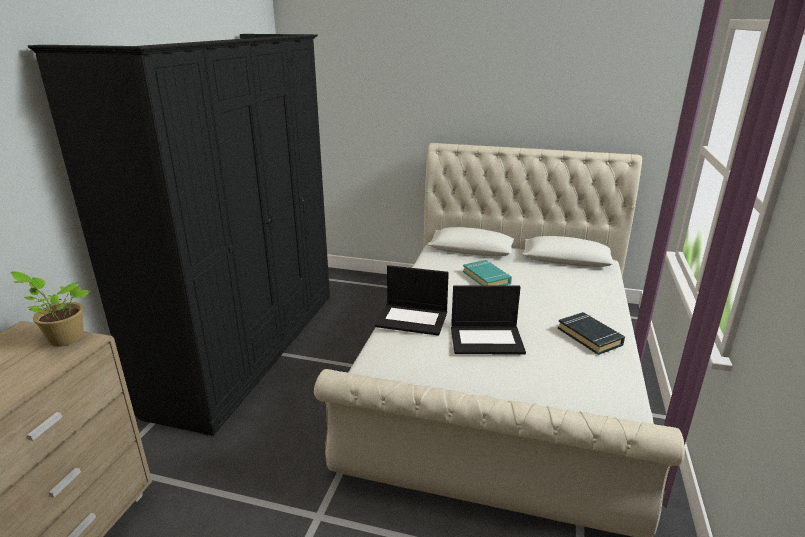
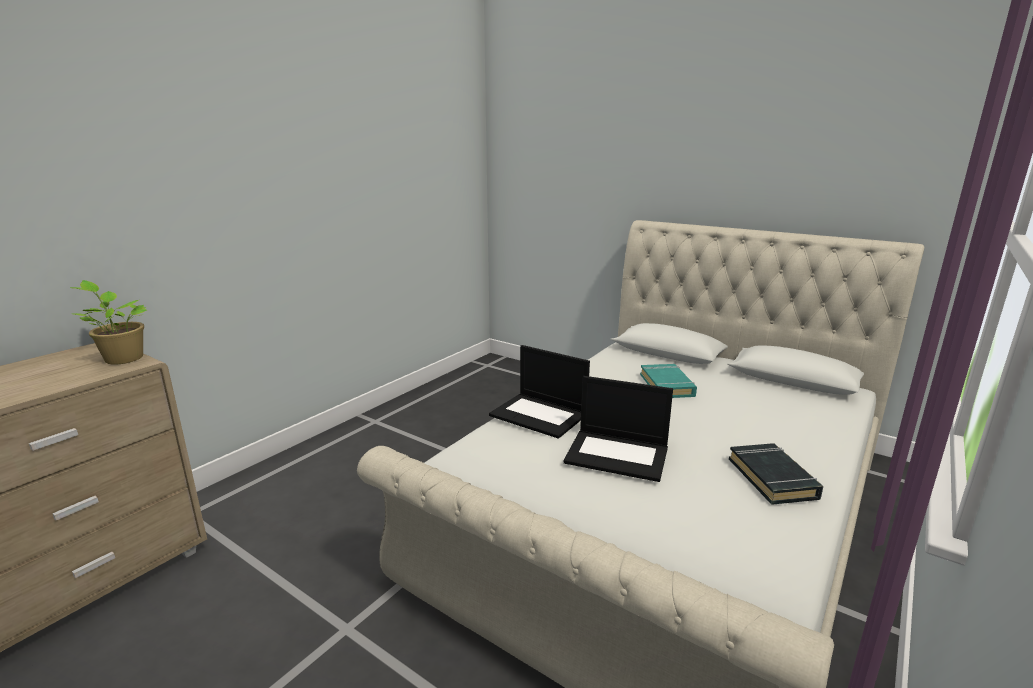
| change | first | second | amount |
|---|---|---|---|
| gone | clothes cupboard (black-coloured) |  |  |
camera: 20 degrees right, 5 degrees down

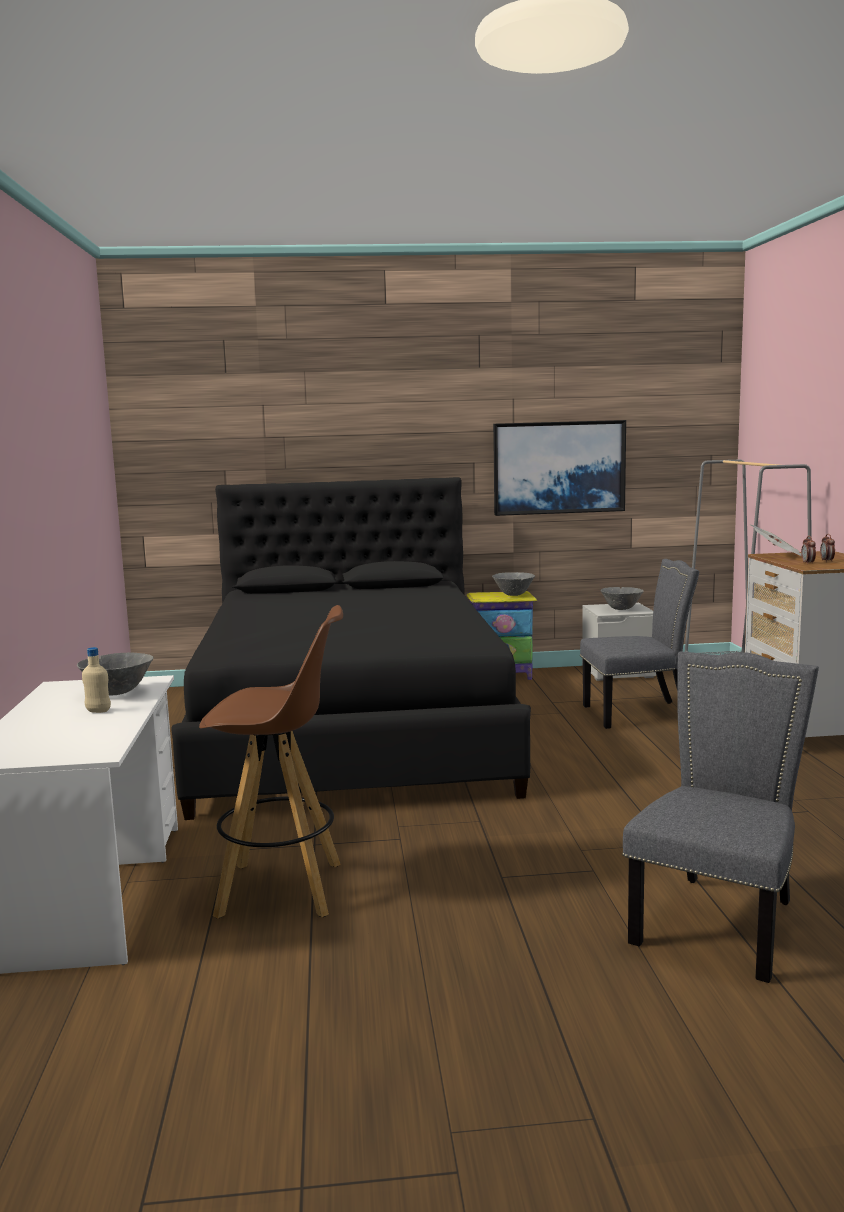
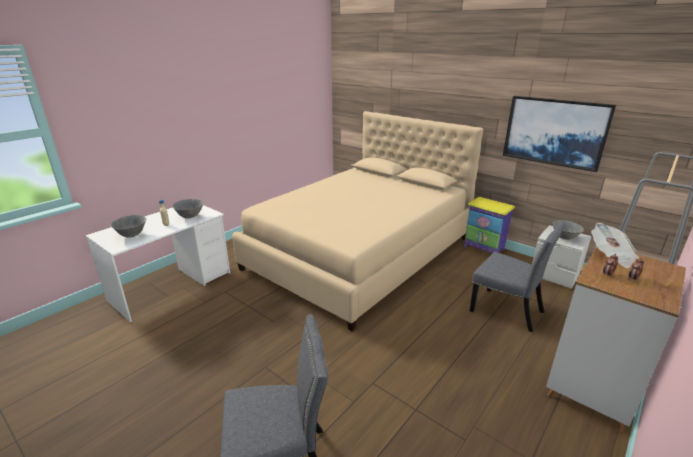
| change | first | second | amount |
|---|---|---|---|
| repainted | bedroom bed (black-coloured) | bedroom bed (beige) |  |
| gone | stool (brown-coloured) |  |  |
| shifted | deep dish (grey) (no. 2 from left in the first image) | deep dish (grey) (no. 1 from left) |  |
camera: 45 degrees right, 15 degrees up

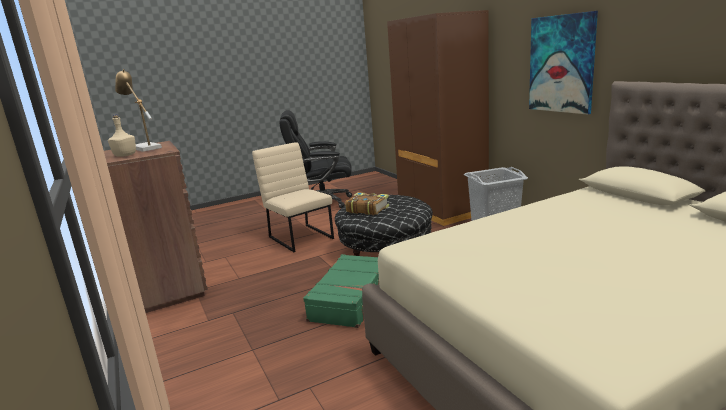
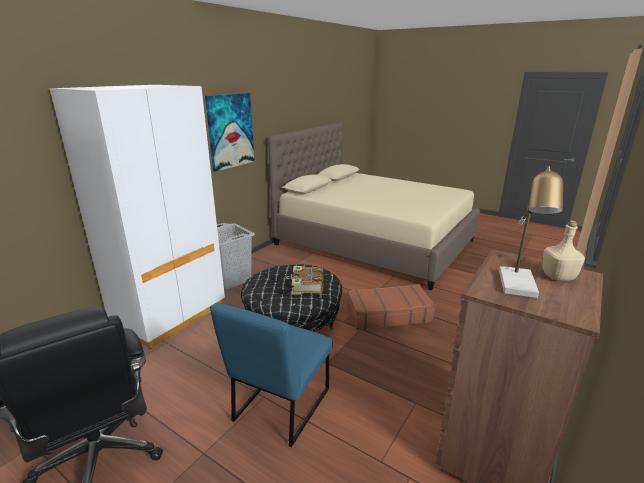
| change | first | second | amount |
|---|---|---|---|
| repainted | chair (beige) | chair (bluish) |  |
| repainted | travel case (green-coloured) | travel case (brown-coloured) |  |
| repainted | clothes cupboard (brown-coloured) | clothes cupboard (white-coloured) |  |
camera: 120 degrees left, 5 degrees up

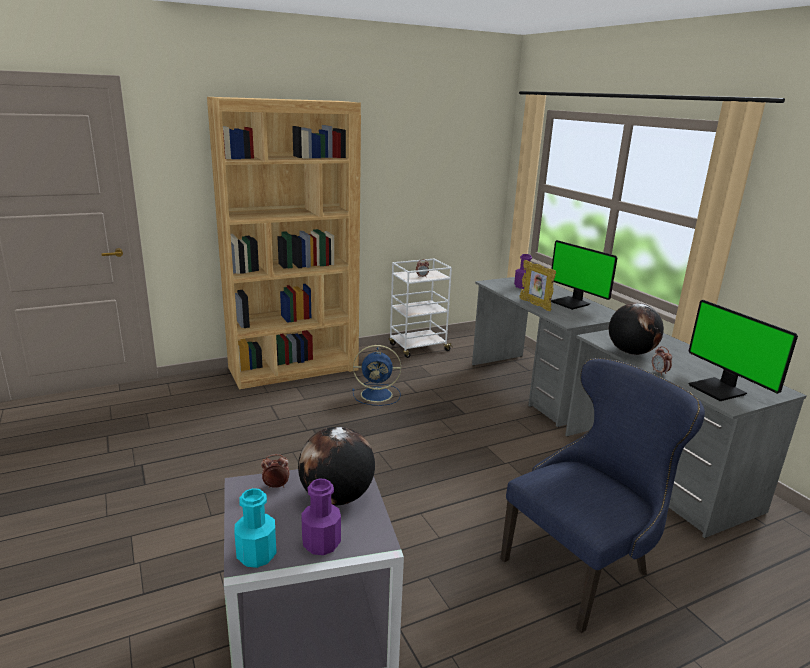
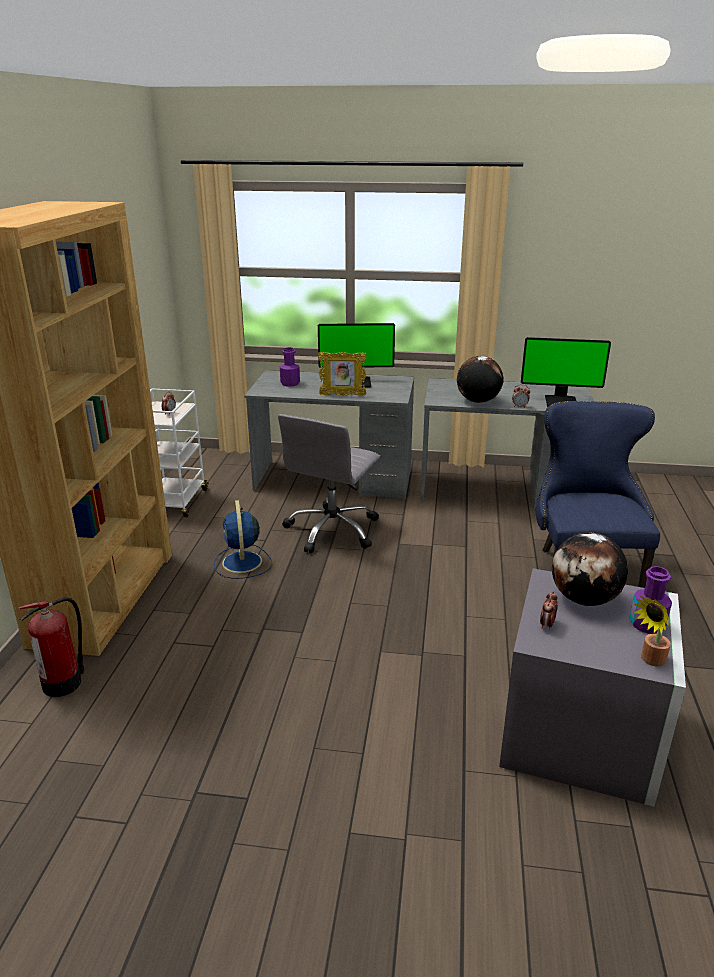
| change | first | second | amount |
|---|---|---|---|
| swapped | drink bottle (turquoise-coloured) | plant in a pot |  |
| rotated | cooling fan (bluish) |  | 135 degrees clockwise |
| new |  | fire-fighting cylinder |  |
| new |  | computer chair (grey) |  |
camera: 55 degrees left, 5 degrees up

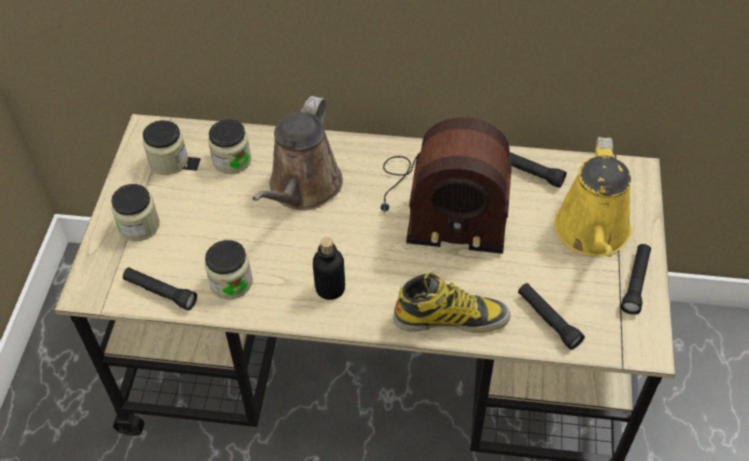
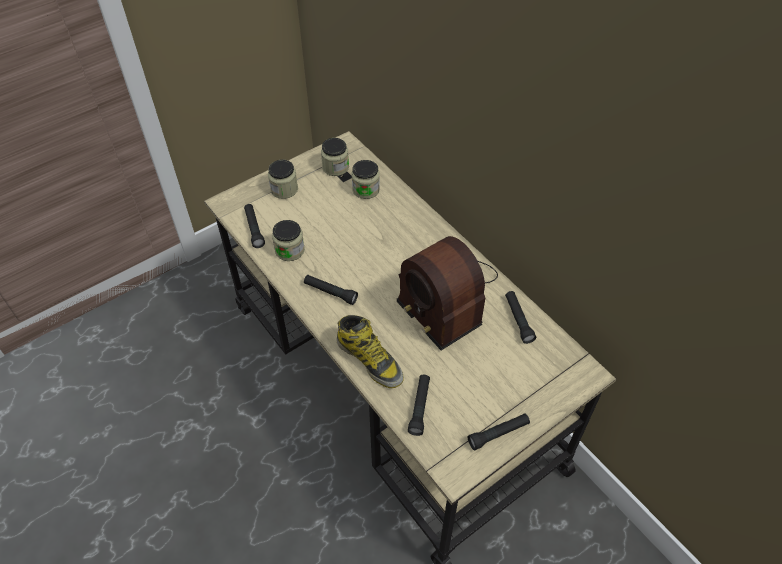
| change | first | second | amount |
|---|---|---|---|
| gone | sprinkling can (brown-coloured) |  |  |
| swapped | drink bottle | torch (black-coloured) (no. 2 from left) |  |
| gone | sprinkling can (yellow) |  |  |
camera: 45 degrees right, 0 degrees up

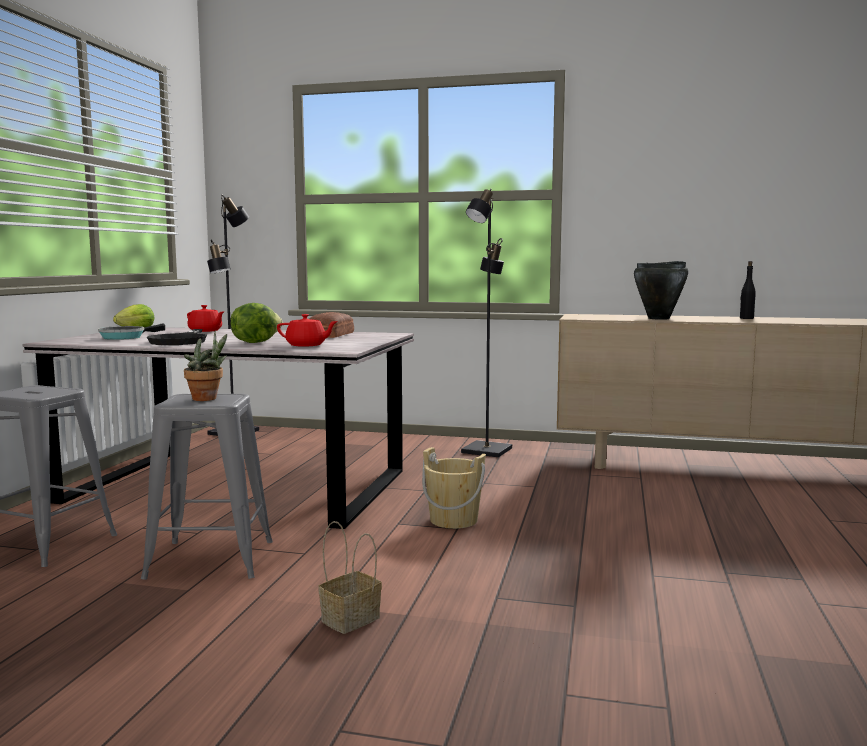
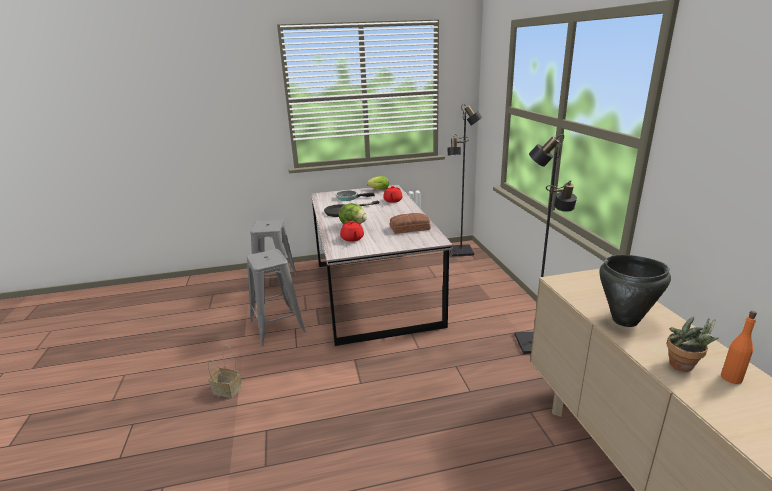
| change | first | second | amount |
|---|---|---|---|
| shifted | plant in a pot |  |  |
| gone | bucket (beige) |  |  |
| repainted | drink bottle (black-coloured) | drink bottle (orange) |  |
camera: 65 degrees right, 15 degrees up

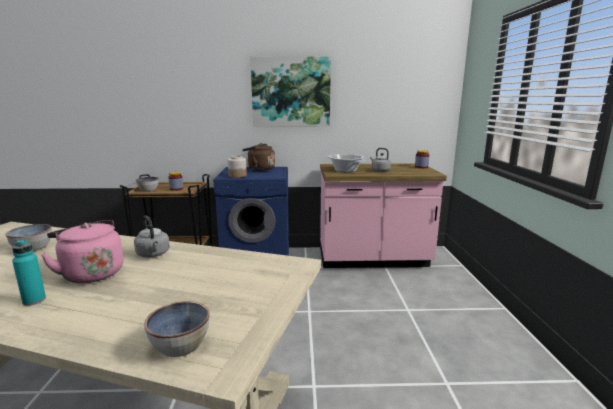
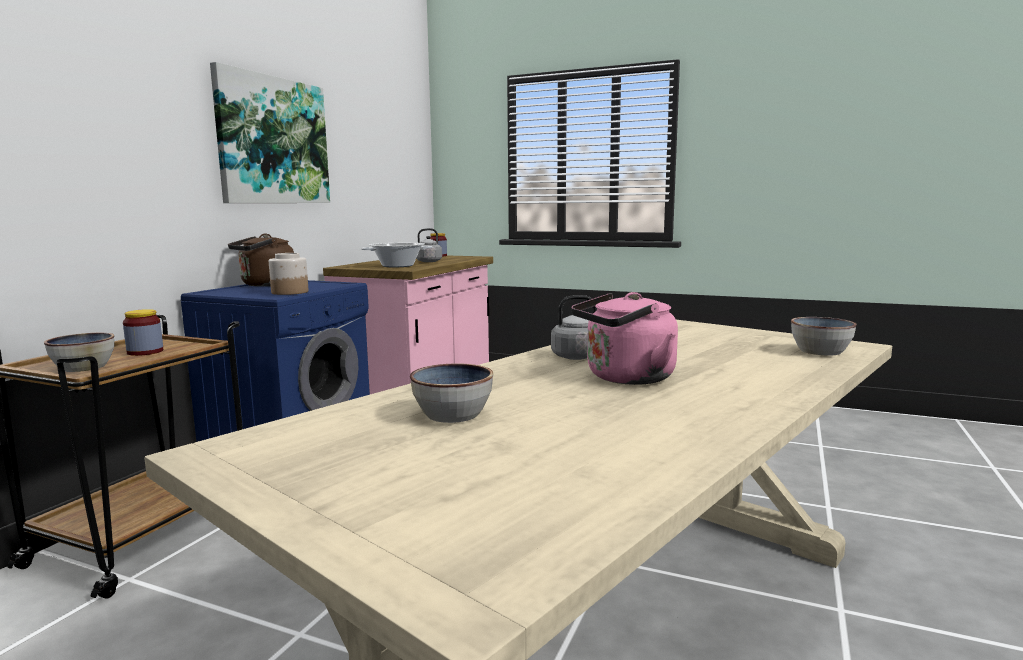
| change | first | second | amount |
|---|---|---|---|
| gone | drink bottle (turquoise-coloured) |  |  |
camera: 65 degrees left, 5 degrees down

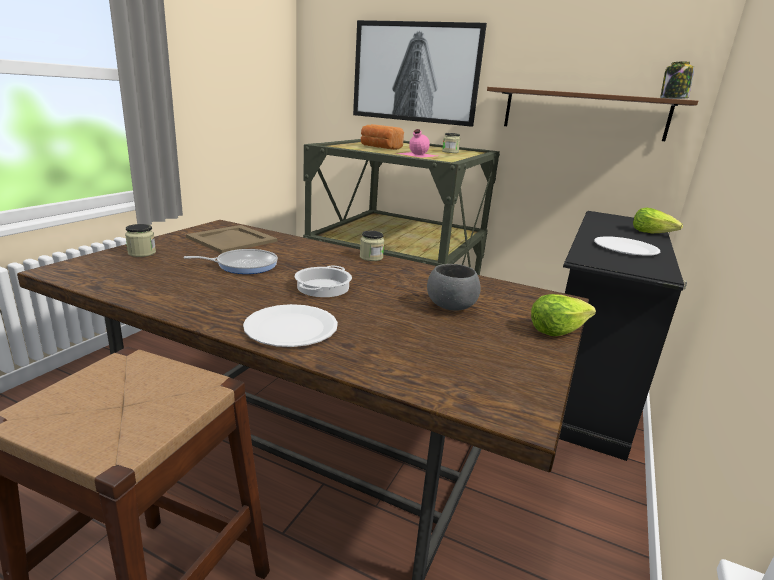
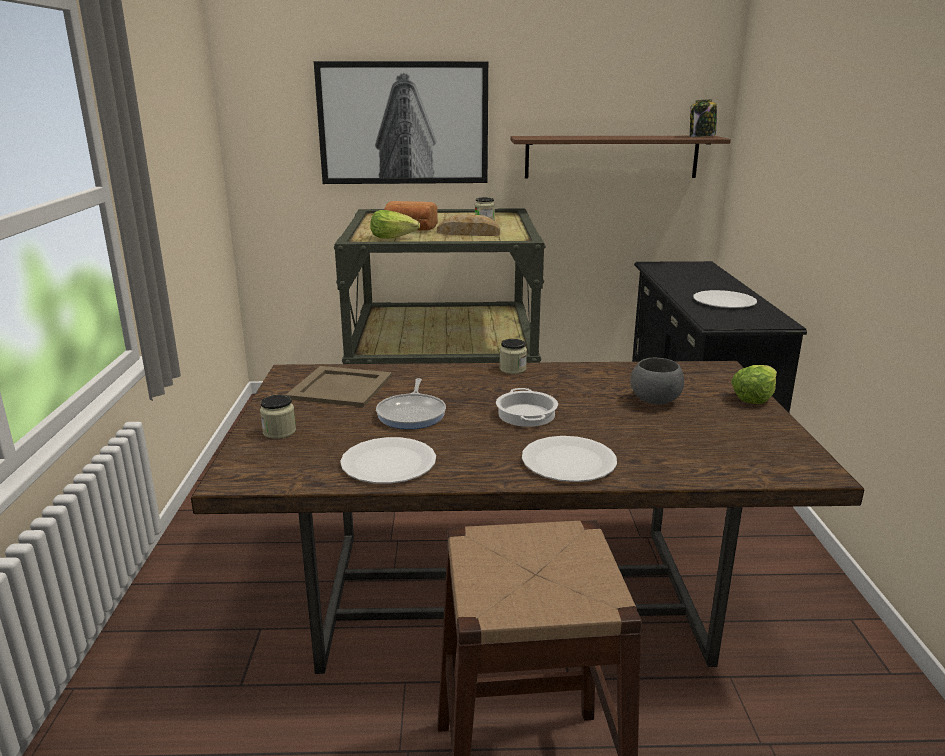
| change | first | second | amount |
|---|---|---|---|
| rotated | skillet |  | 135 degrees clockwise |
| swapped | drink bottle (pink) | baked bread (no. 2 from left) |  |
| shifted | lettuce (no. 2 from left in the first image) | lettuce (no. 1 from left) |  |
| new |  | plate (white-coloured) (no. 1 from left) |  |
camera: 25 degrees left, 0 degrees up

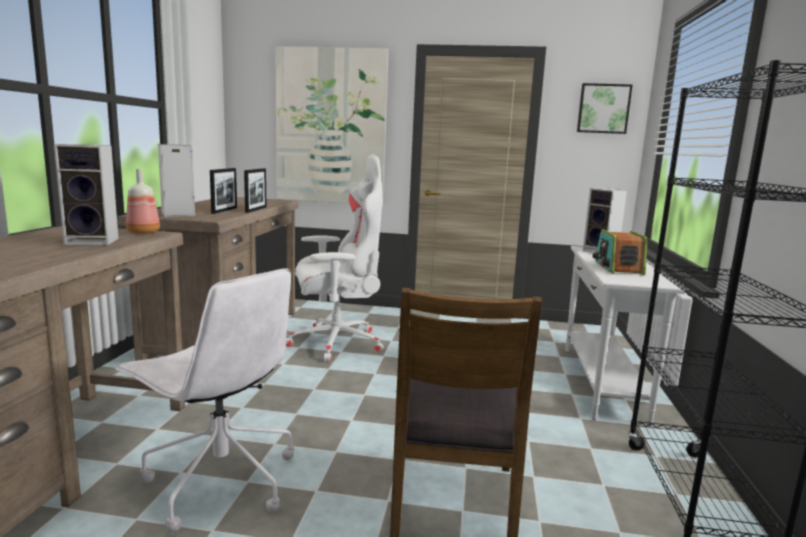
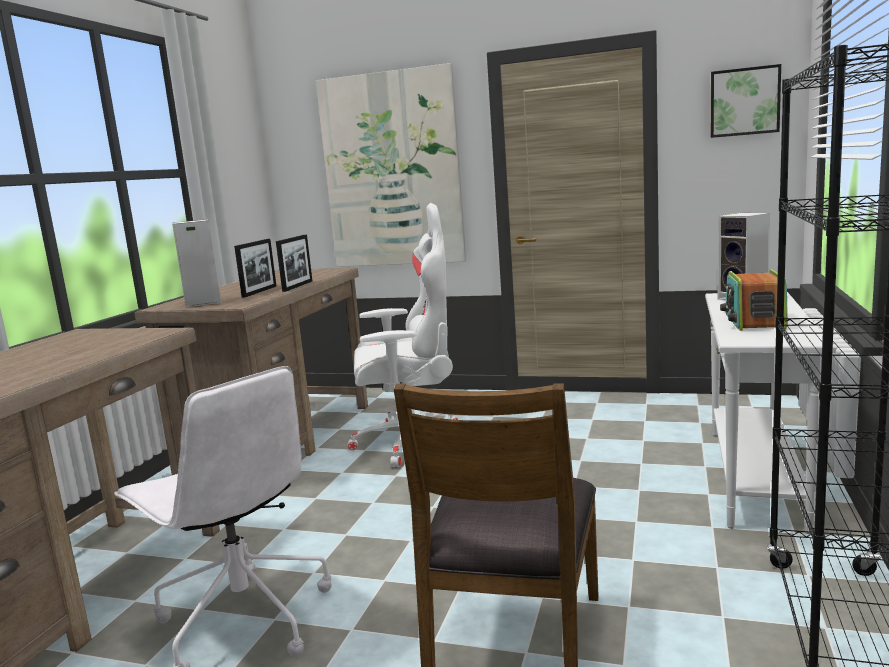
| change | first | second | amount |
|---|---|---|---|
| gone | speaker (no. 1 from left) |  |  |
| gone | drink bottle |  |  |
camera: 10 degrees right, 0 degrees up

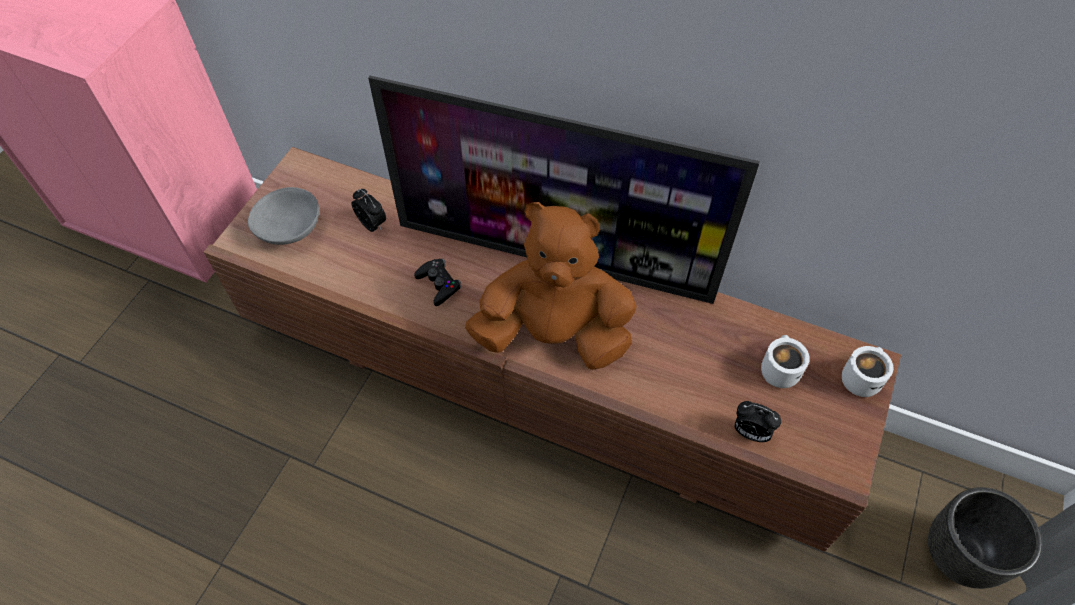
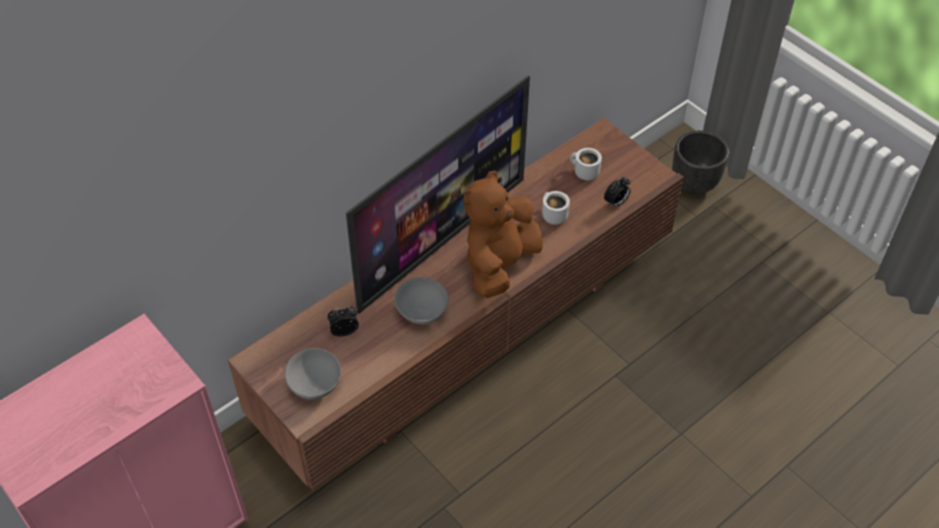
| change | first | second | amount |
|---|---|---|---|
| swapped | game controller (black-coloured) | deep dish (grey) (no. 2 from left) |  |
| shifted | mug (white-coloured) (no. 2 from left in the first image) | mug (white-coloured) (no. 1 from left) |  |
camera: 65 degrees left, 5 degrees down

